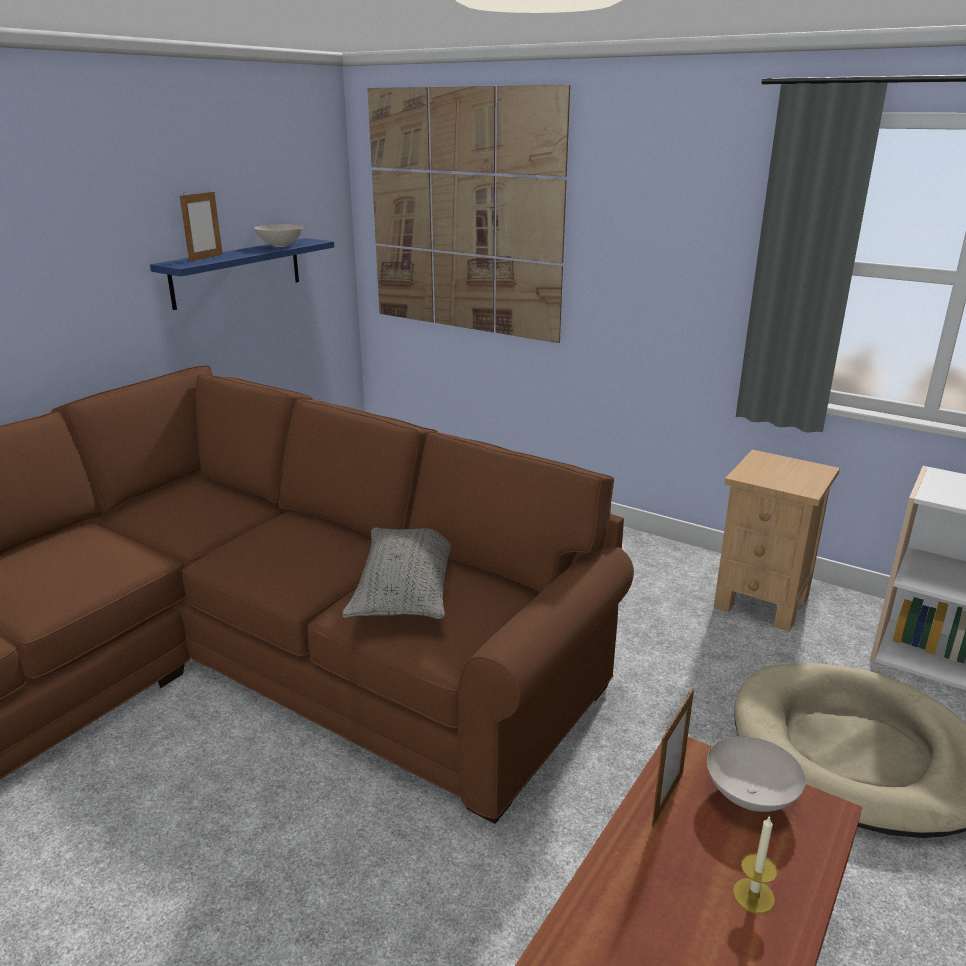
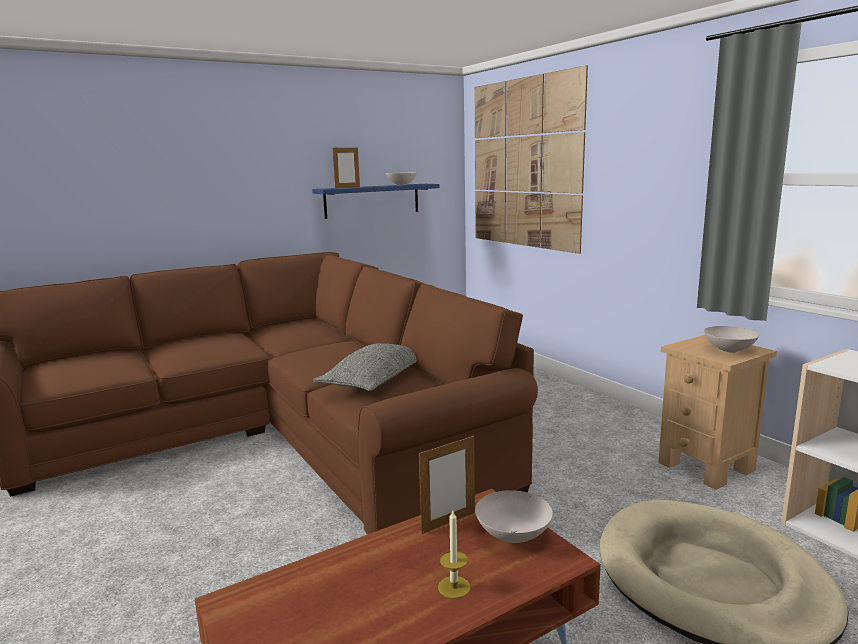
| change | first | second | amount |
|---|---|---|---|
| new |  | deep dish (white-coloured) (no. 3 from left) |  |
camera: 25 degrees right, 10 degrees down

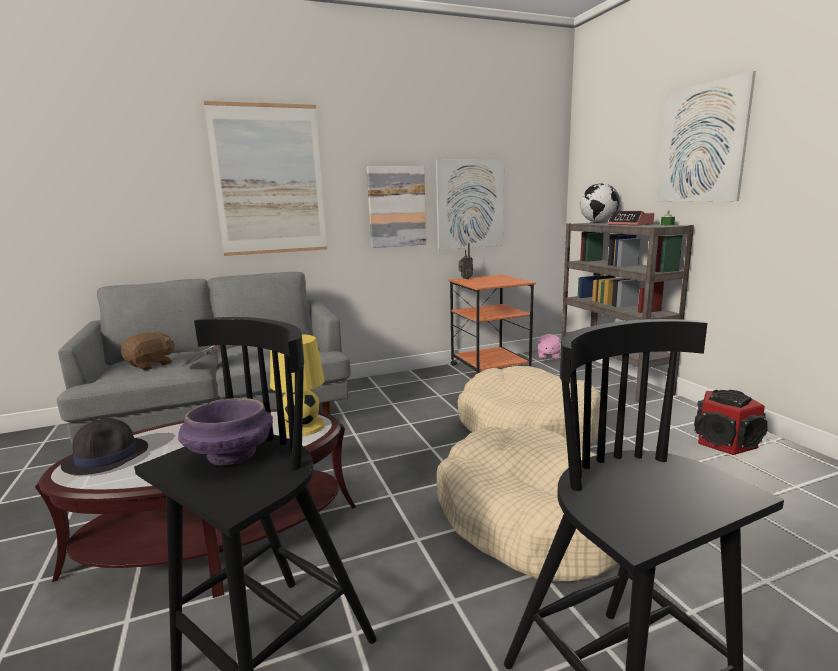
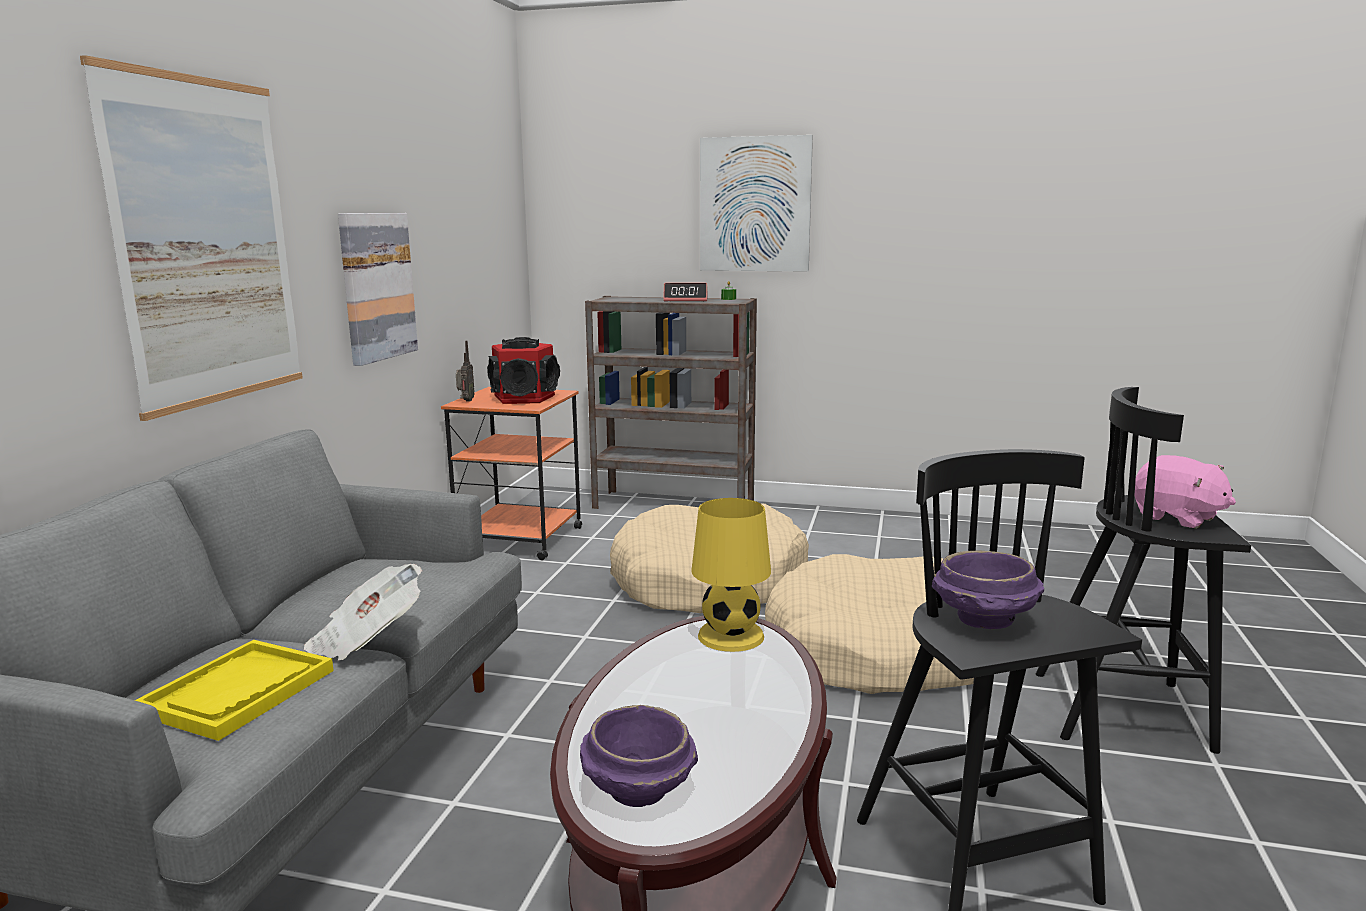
| change | first | second | amount |
|---|---|---|---|
| swapped | clothing hat (black-coloured) | deep dish (purple-coloured) (no. 1 from left) |  |
| swapped | cuddly toy (brown-coloured) | tray (yellow) |  |
| gone | wall art (no. 3 from left) |  |  |
| shifted | cuddly toy (pink) |  |  |
| gone | world globe |  |  |
| shifted | speaker |  |  |
camera: 55 degrees left, 0 degrees up

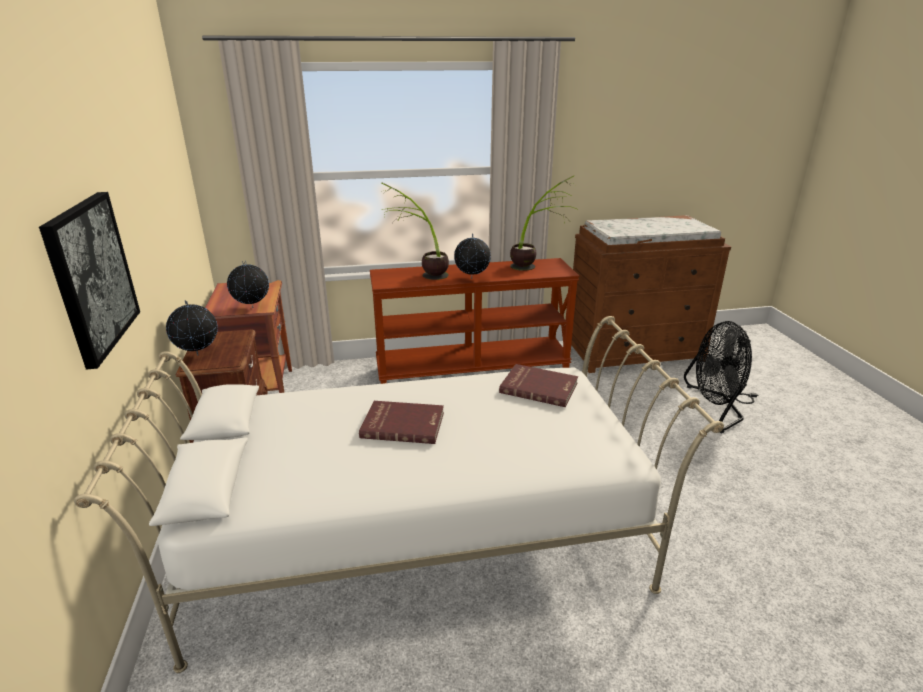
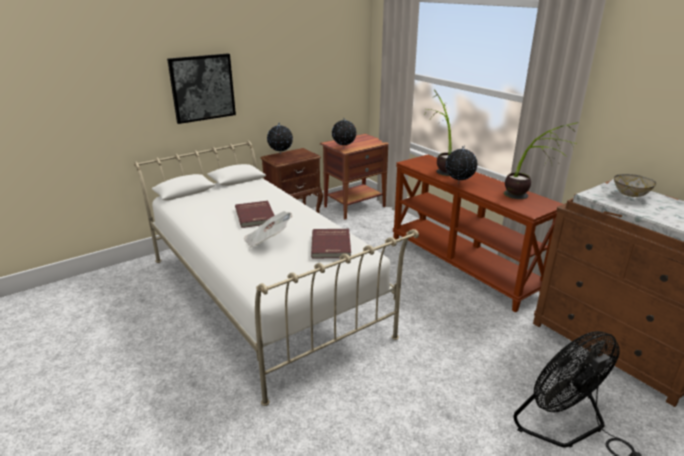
| change | first | second | amount |
|---|---|---|---|
| new |  | printed paper |  |
| new |  | deep dish |  |
camera: 65 degrees right, 0 degrees up

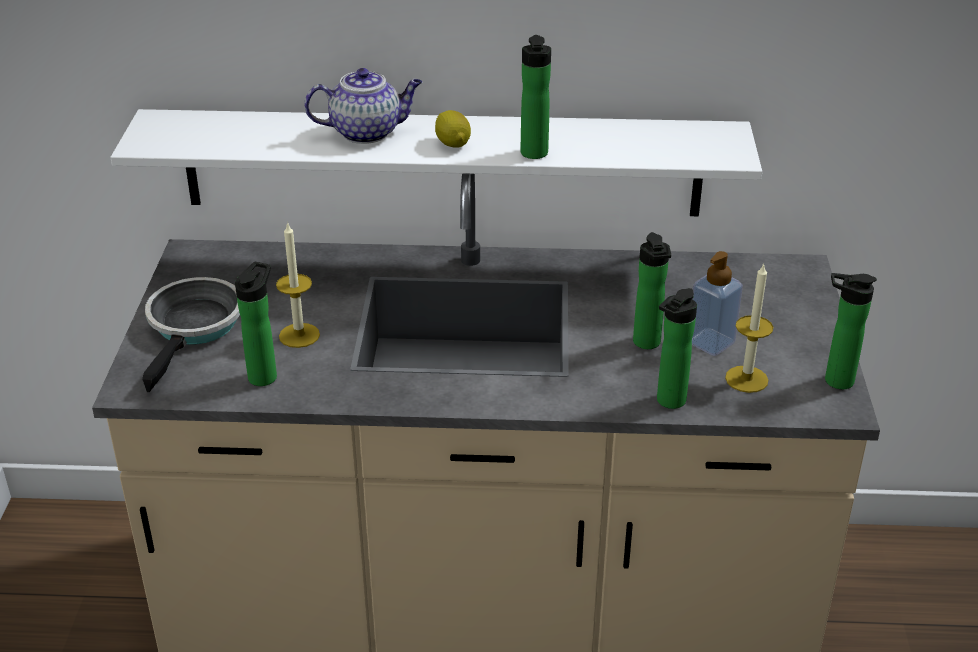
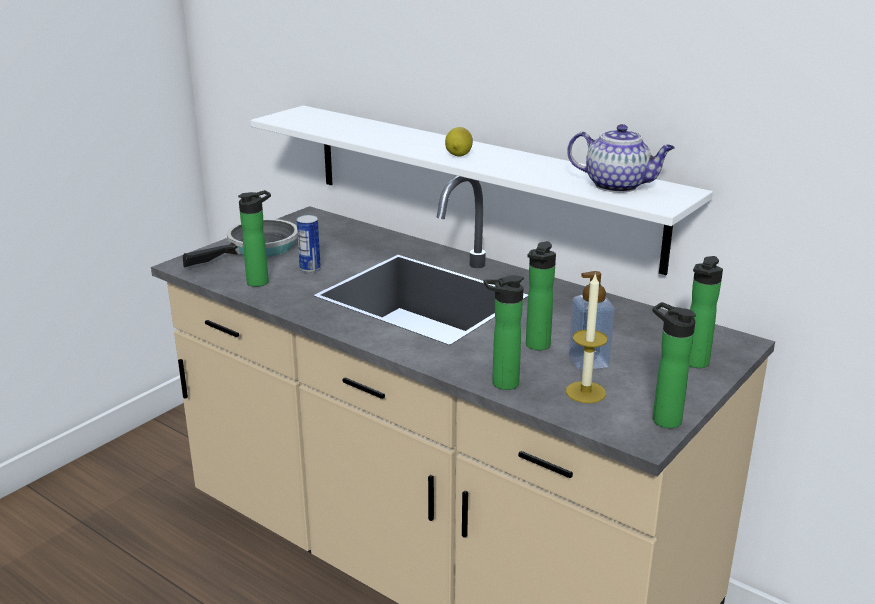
| change | first | second | amount |
|---|---|---|---|
| swapped | wax light (no. 1 from left) | sealed can |  |
| shifted | pot for tea |  |  |
| shifted | drink bottle (no. 2 from left in the first image) | drink bottle (no. 5 from left) |  |
camera: 35 degrees right, 10 degrees down

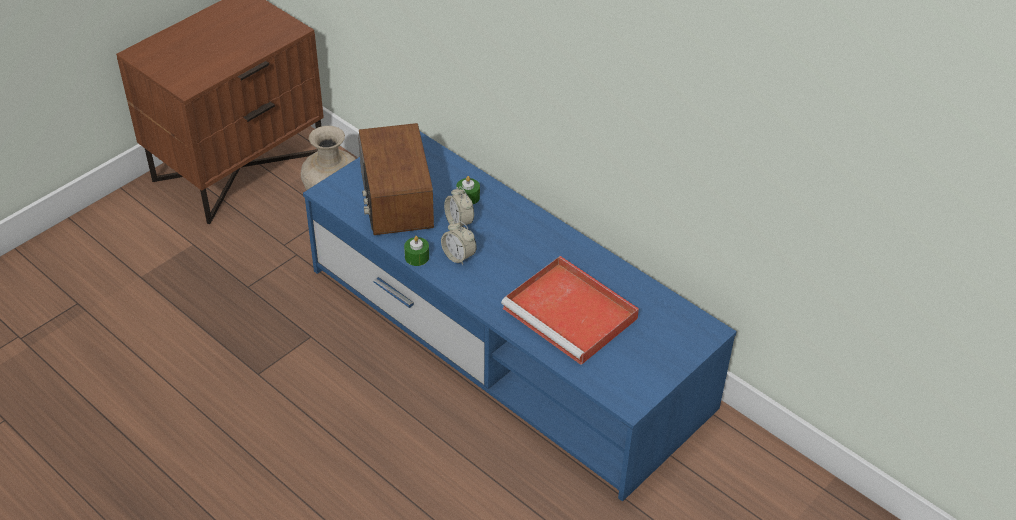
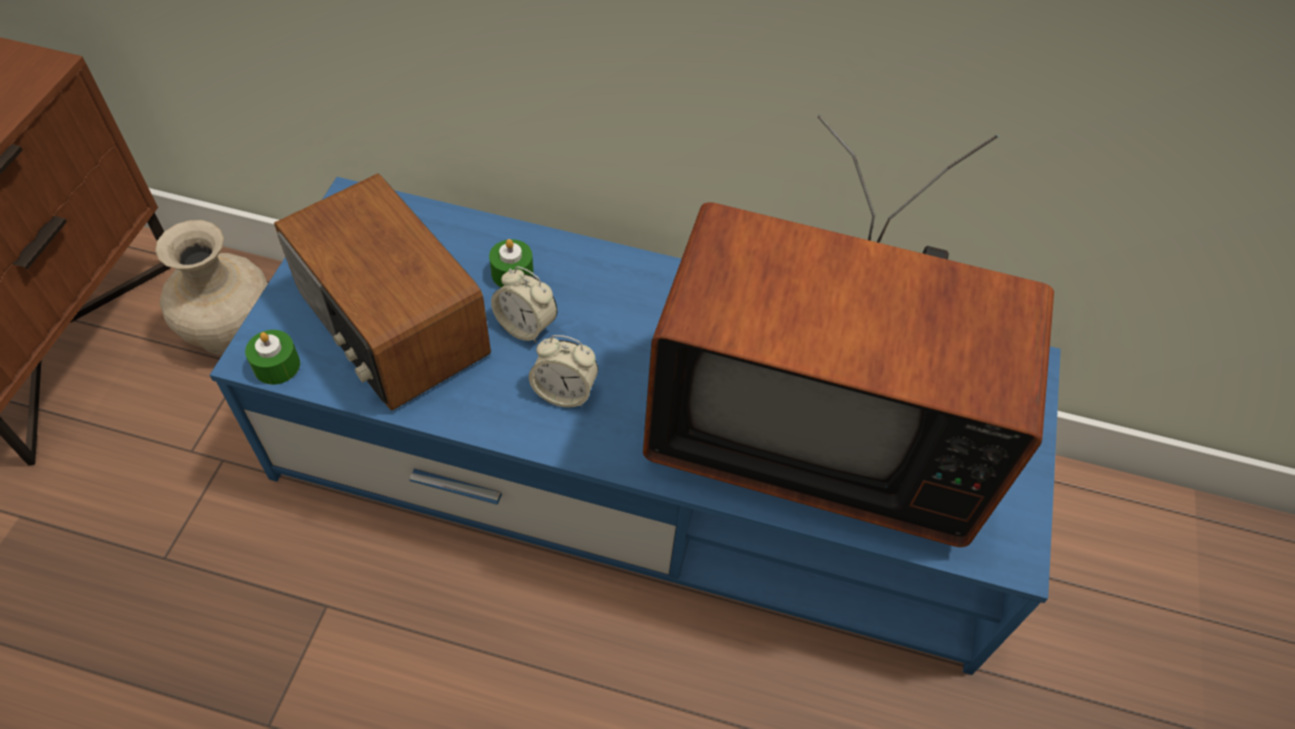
| change | first | second | amount |
|---|---|---|---|
| shifted | wax light (green-coloured) (no. 1 from left) |  |  |
| swapped | tray (red-coloured) | TV set |  |
camera: 30 degrees left, 10 degrees up

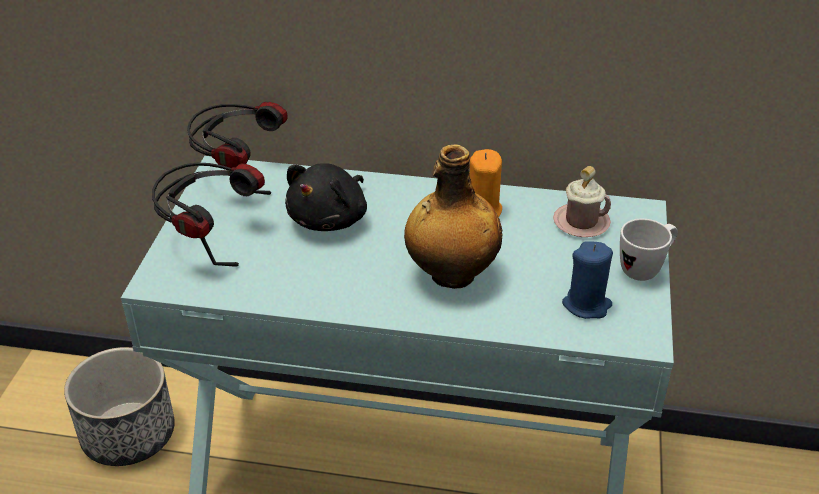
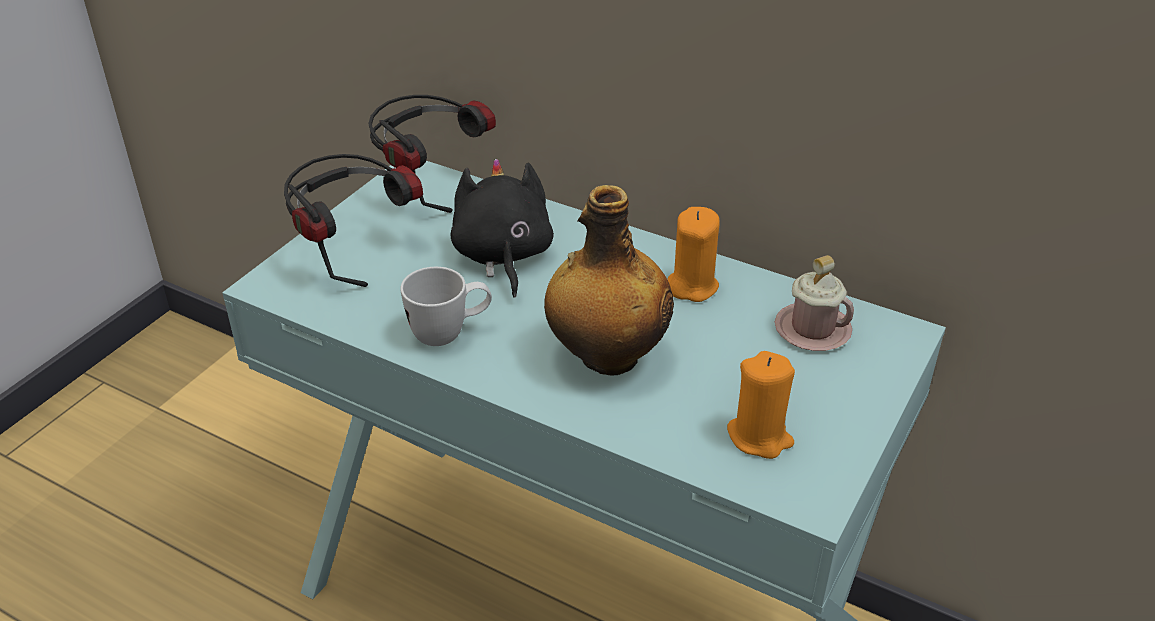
| change | first | second | amount |
|---|---|---|---|
| gone | flower pot |  |  |
| rotated | cuddly toy (black-coloured) |  | 120 degrees clockwise |
| repainted | wax light (bluish) | wax light (orange) (no. 2 from left) |  |
| shifted | mug (white-coloured) |  |  |
camera: 20 degrees right, 0 degrees up

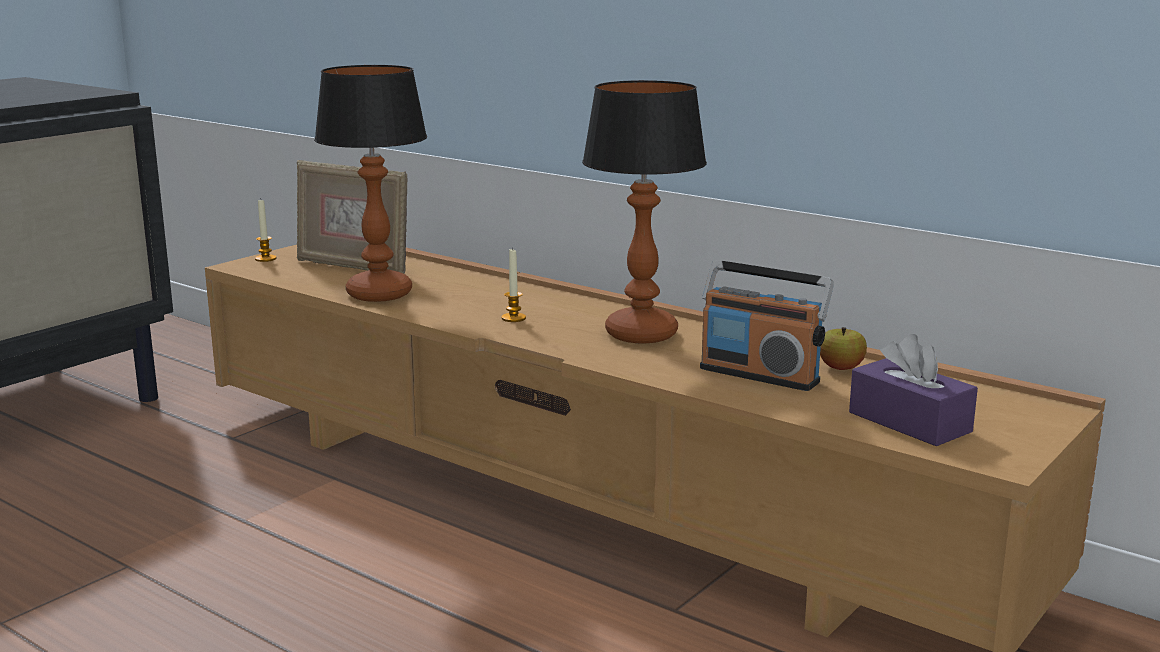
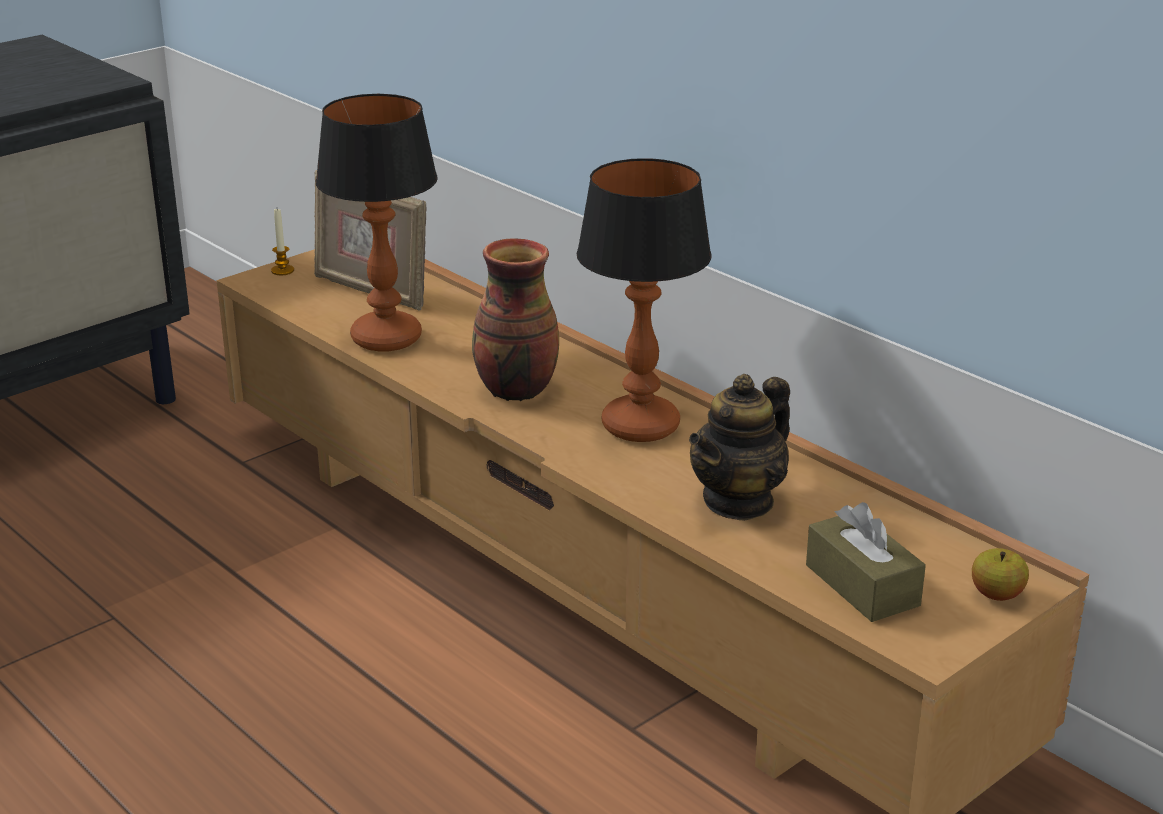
| change | first | second | amount |
|---|---|---|---|
| swapped | wax light (no. 2 from left) | flower vase |  |
| swapped | radio set | pot for tea |  |
| shifted | whole apple |  |  |
| repainted | tissue box (purple-coloured) | tissue box (brown-coloured) |  |
camera: 10 degrees right, 10 degrees up

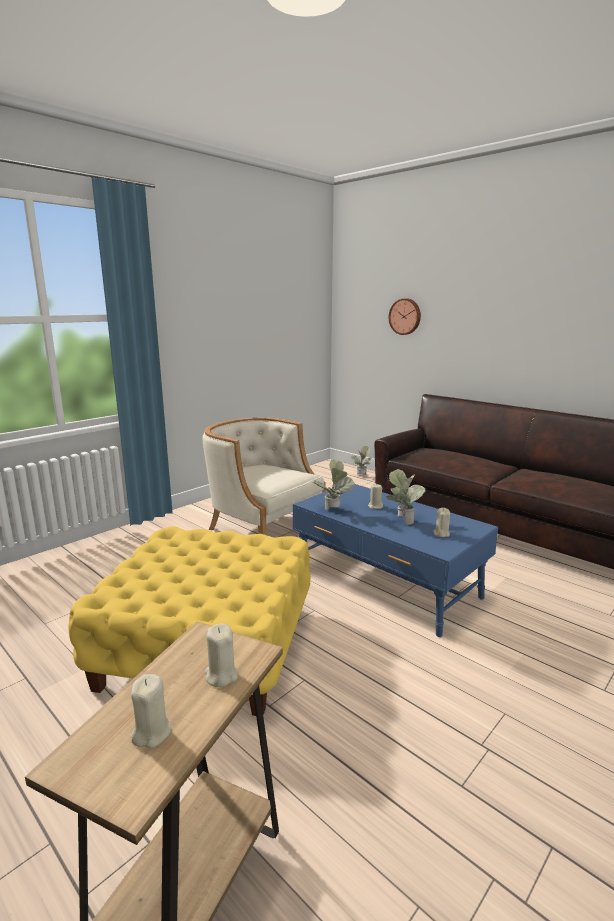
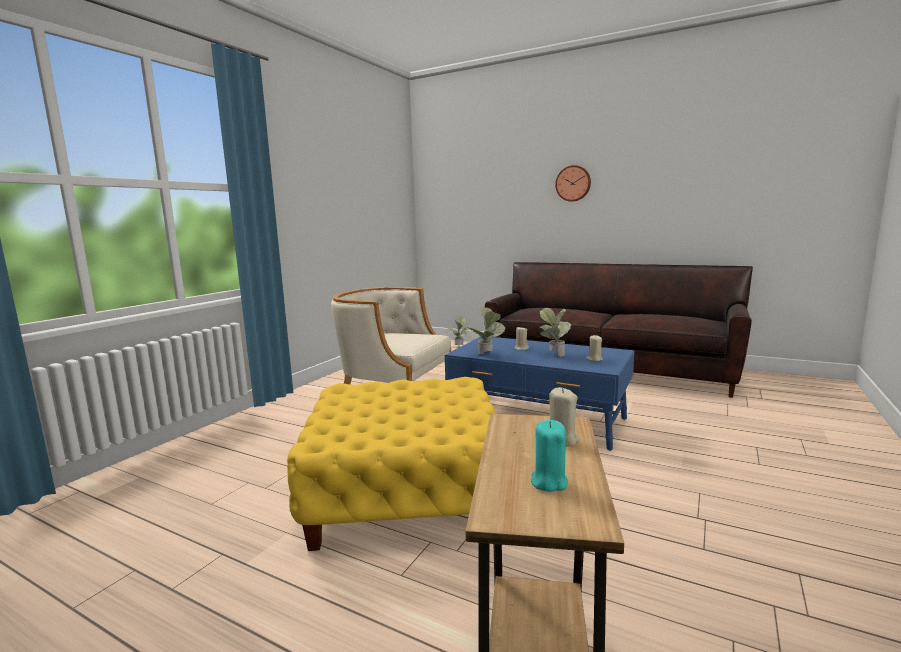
| change | first | second | amount |
|---|---|---|---|
| repainted | wax light (beige) (no. 1 from left) | wax light (turquoise-coloured) |  |
| shifted | wall clock |  |  |
camera: 15 degrees left, 5 degrees down

